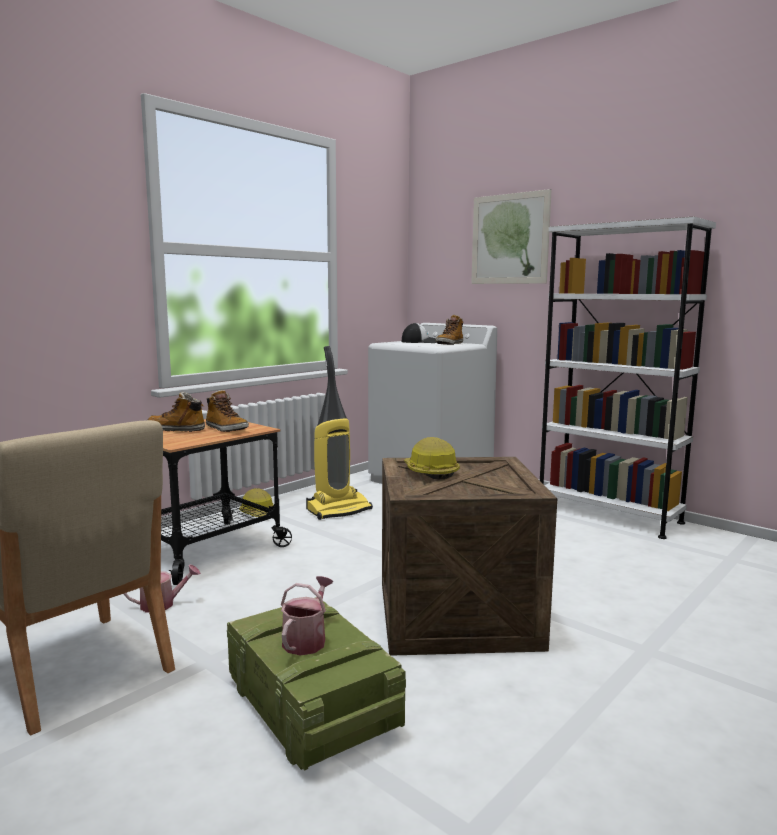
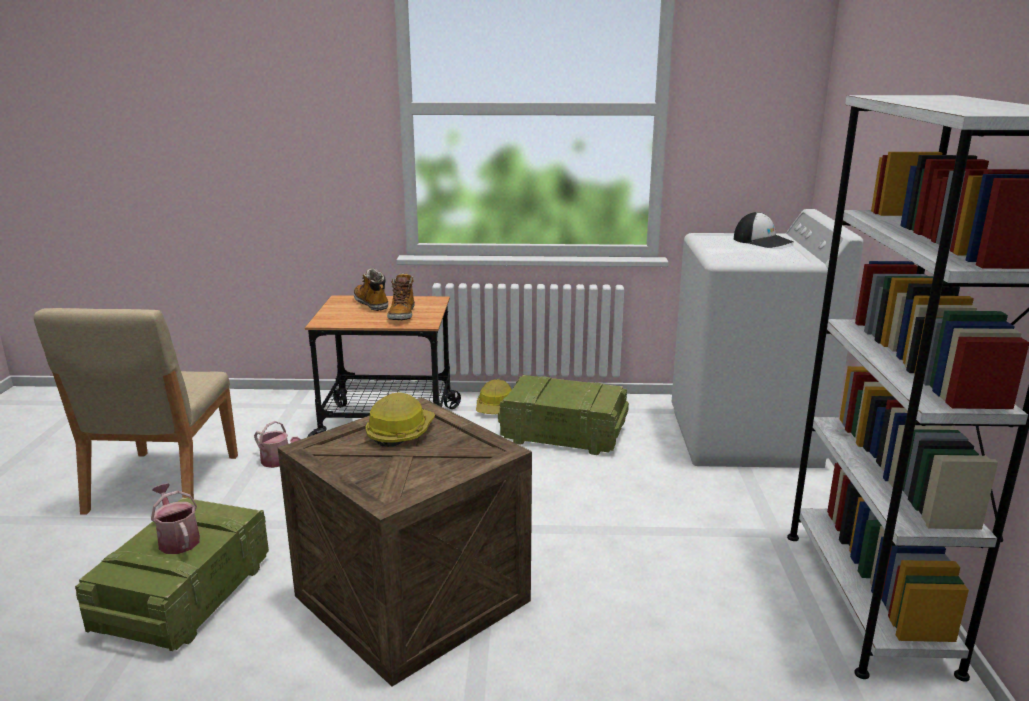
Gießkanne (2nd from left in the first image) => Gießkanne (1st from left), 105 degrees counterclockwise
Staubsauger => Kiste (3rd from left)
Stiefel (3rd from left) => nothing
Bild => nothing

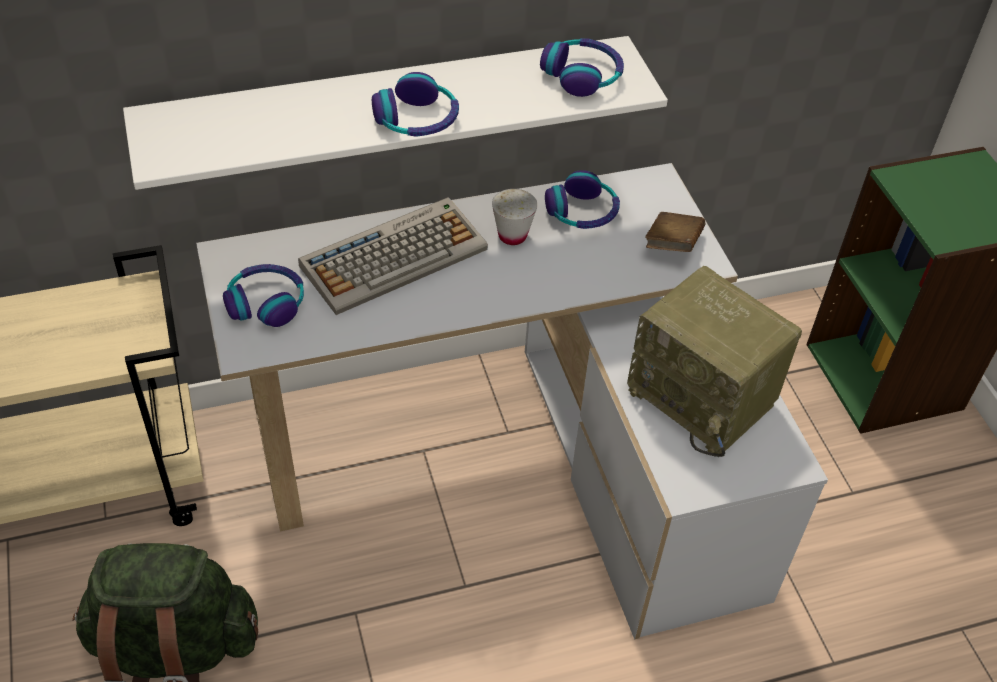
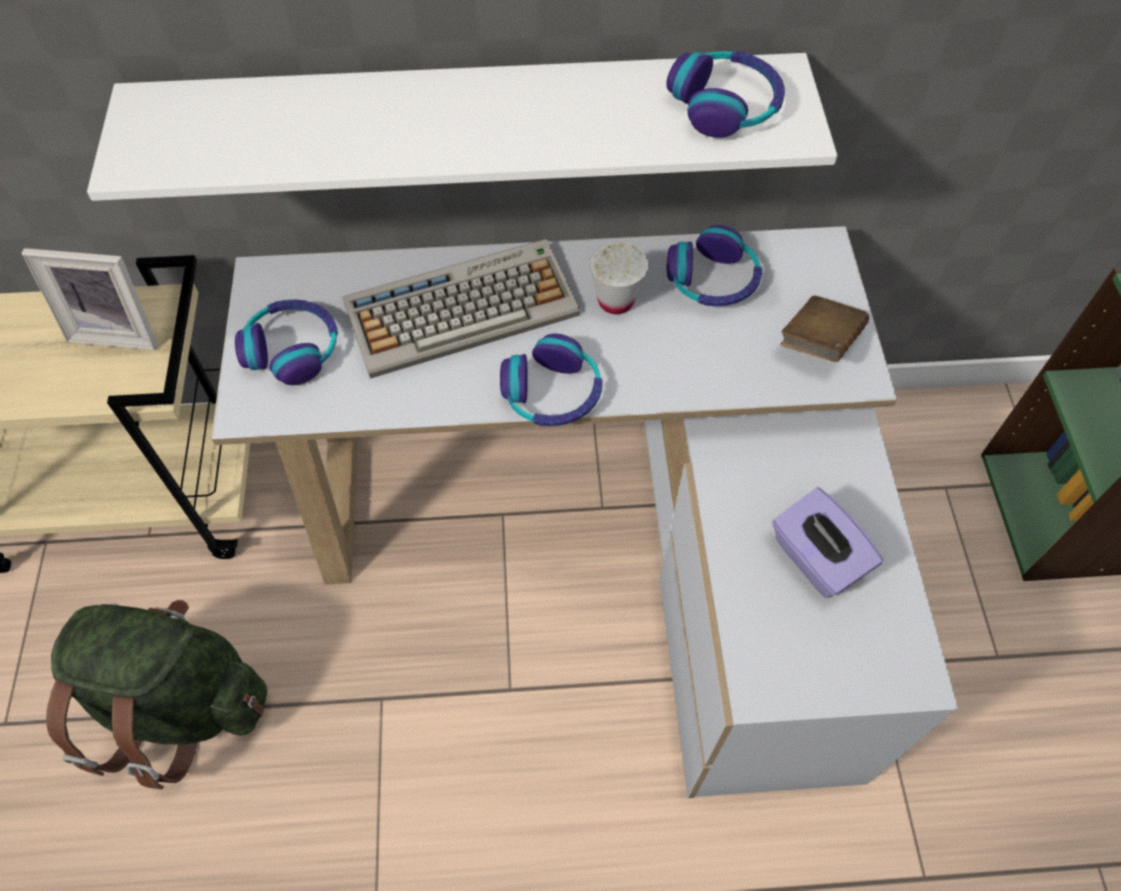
Kopfhörer (2nd from left), moved
Radio => Taschentuchbox [lila]
nothing => Bilderrahmen

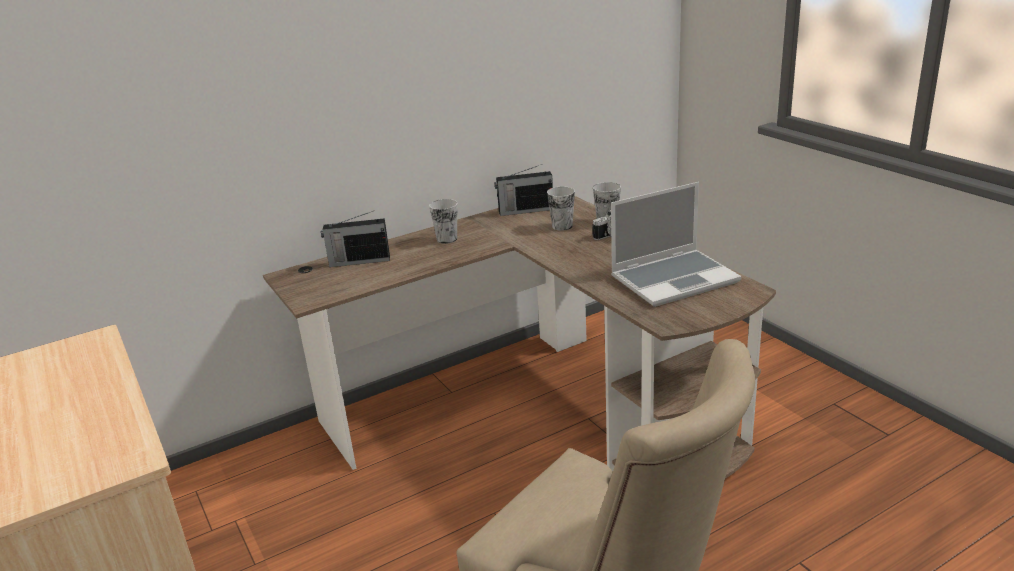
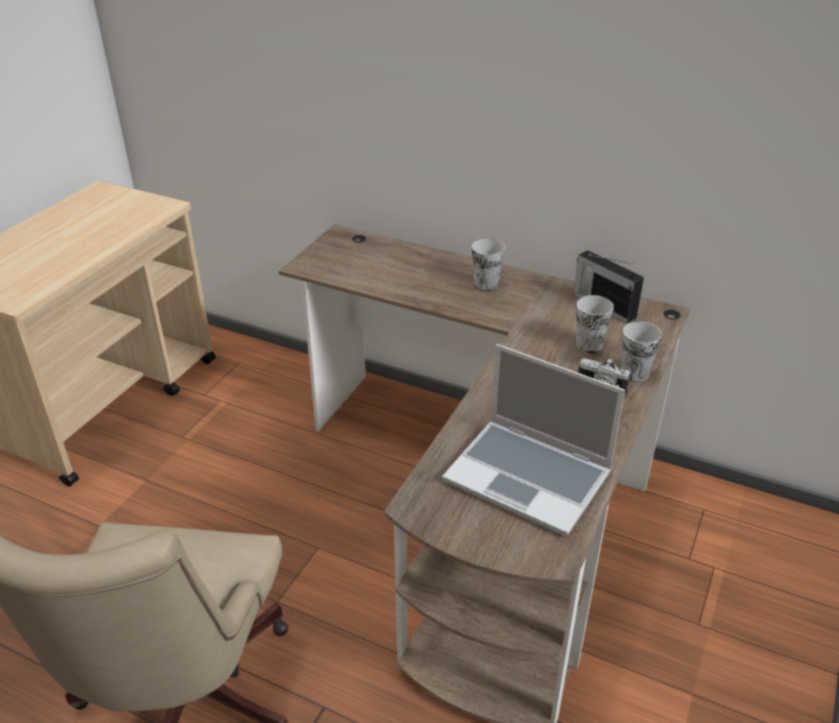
Radio (1st from left) => nothing

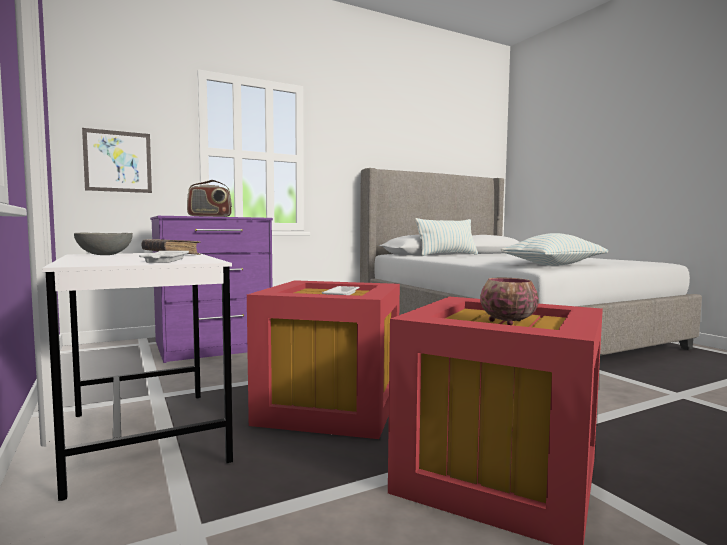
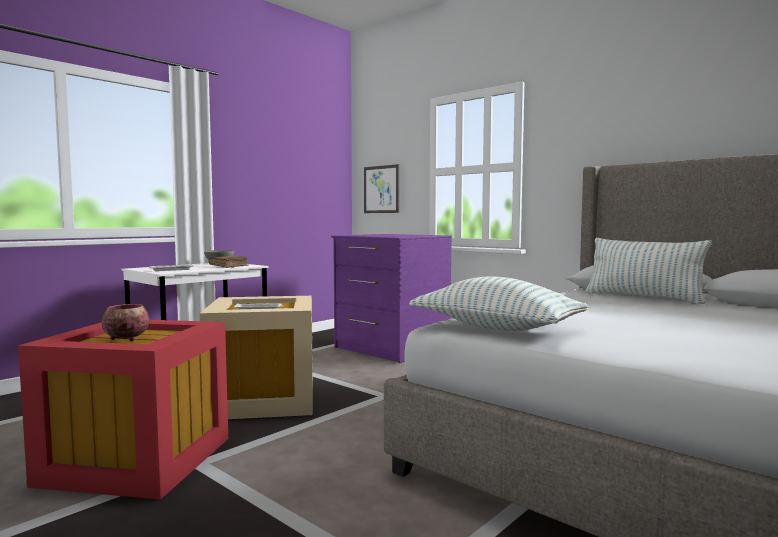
Radio => nothing
Aufbewahrungsbox [rot] (1st from left) => Aufbewahrungsbox [beige]

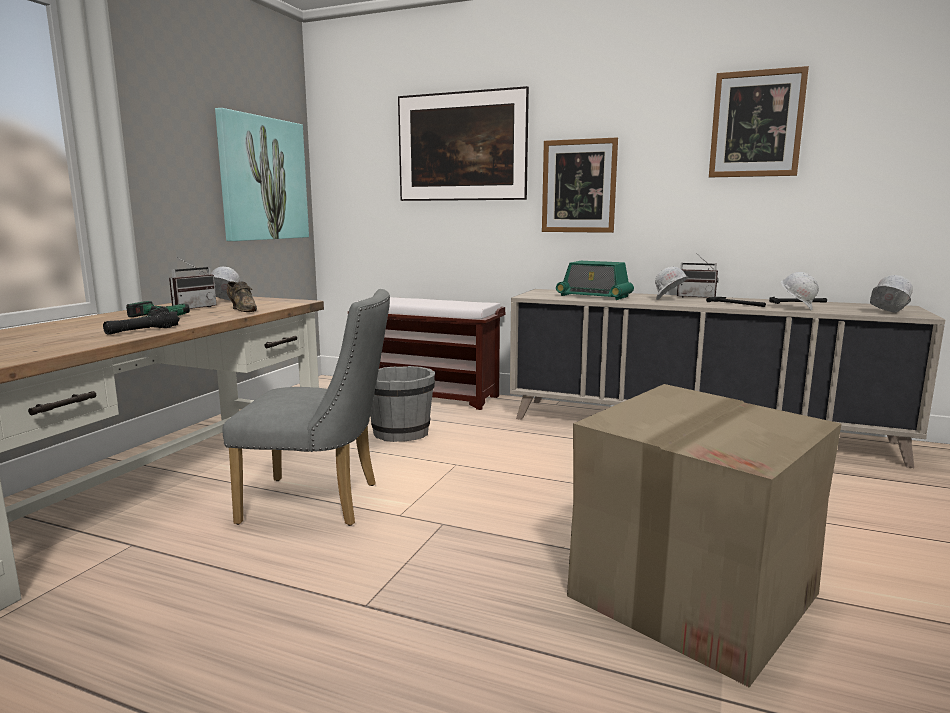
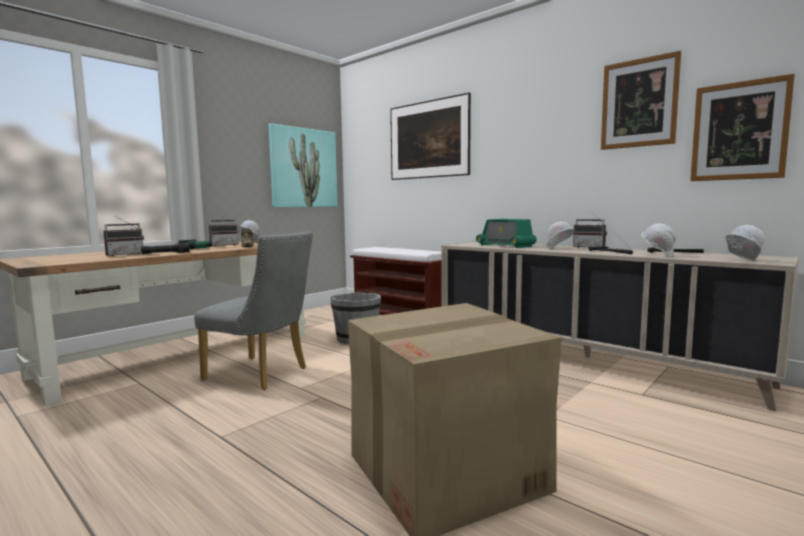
Bild (3rd from left in the first image) => Bild (4th from left), moved
nothing => Radio (1st from left)

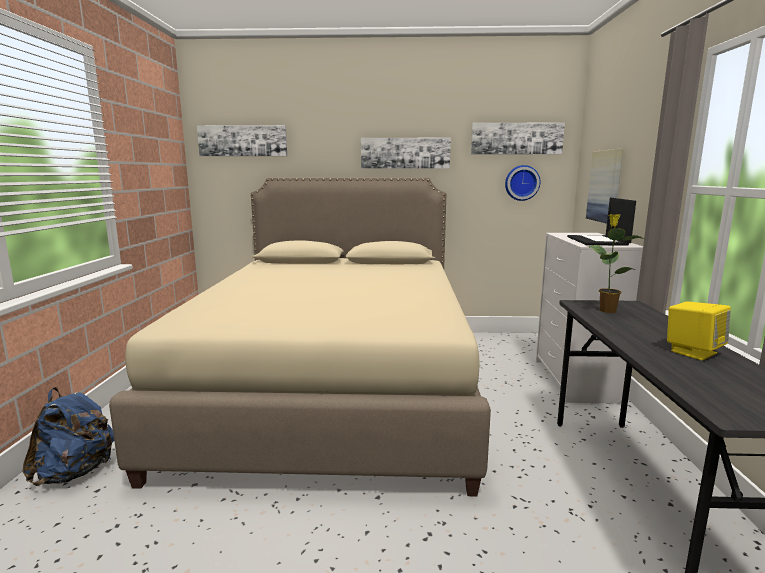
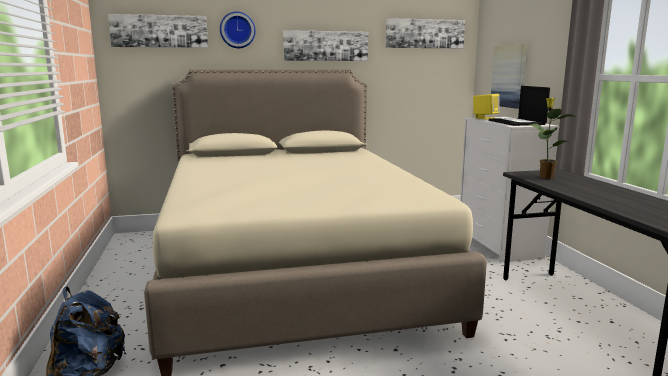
Wanduhr, moved
Lautsprecher [gelb], moved

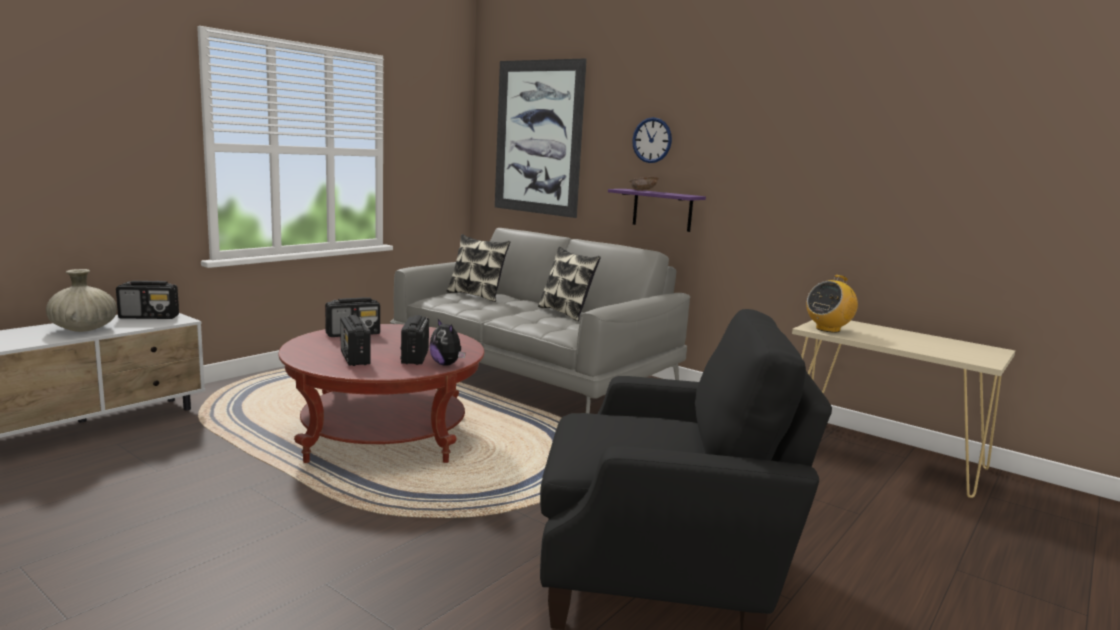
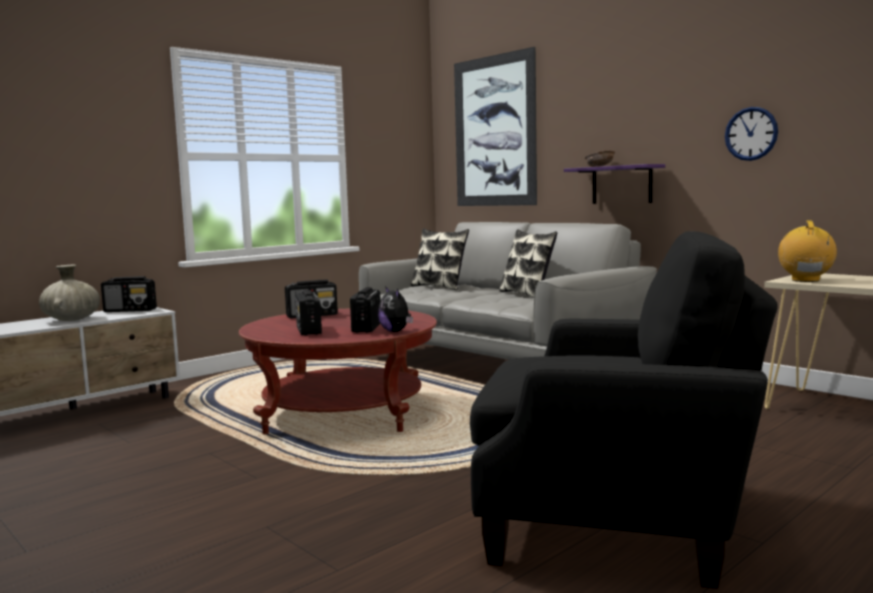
Wanduhr, moved
Radio (5th from left), 135 degrees clockwise

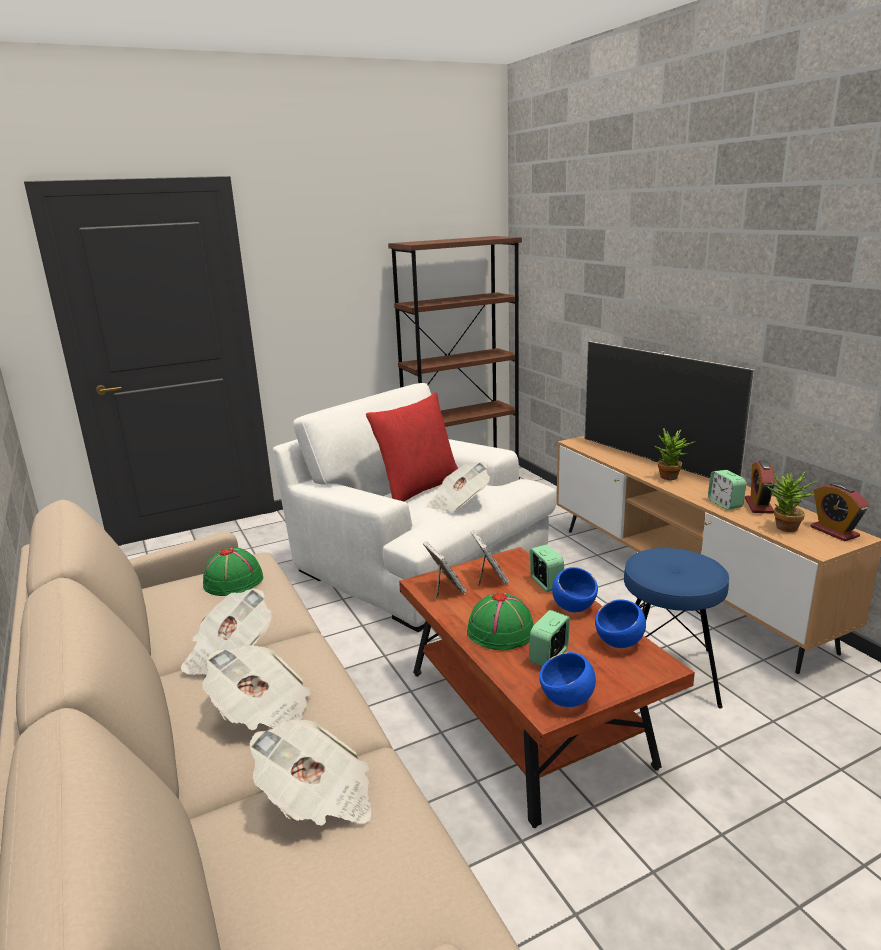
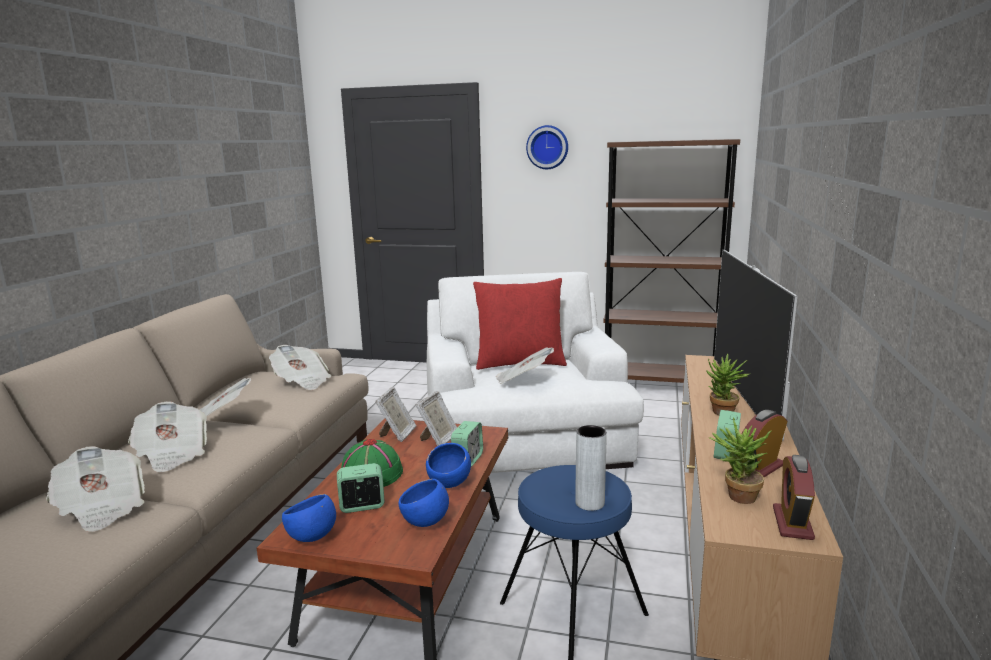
Hut [grün] (1st from left) => Zeitung (4th from left)
nothing => Wanduhr
nothing => Vase [grau]

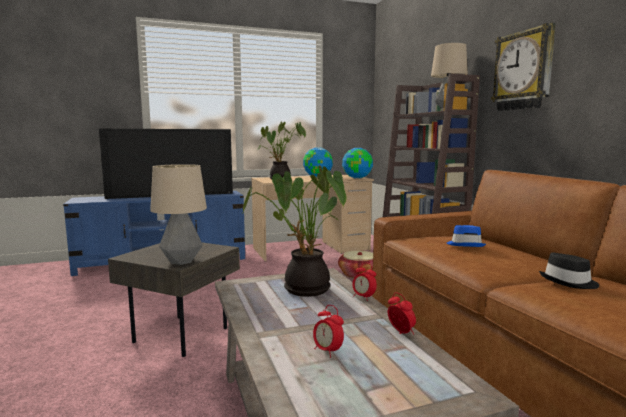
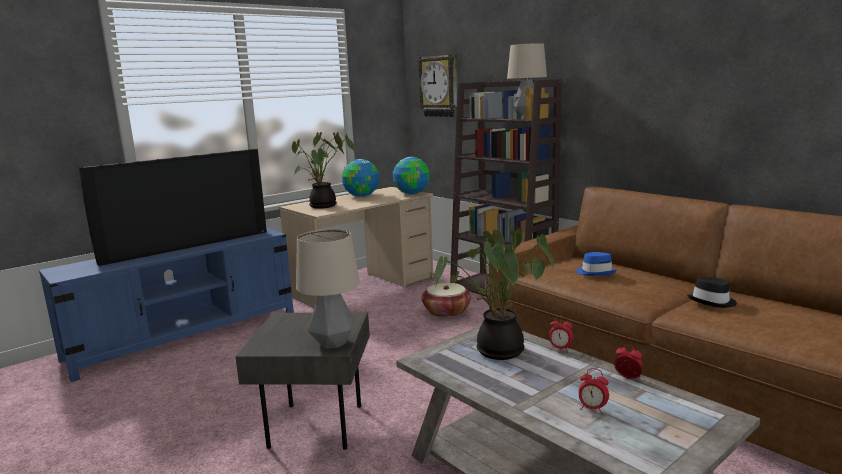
Wanduhr, moved

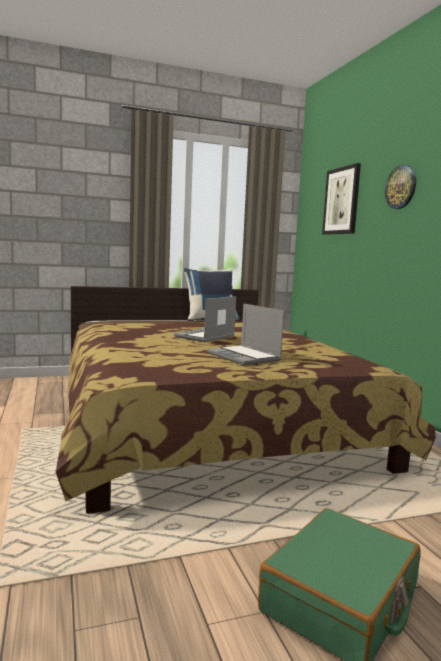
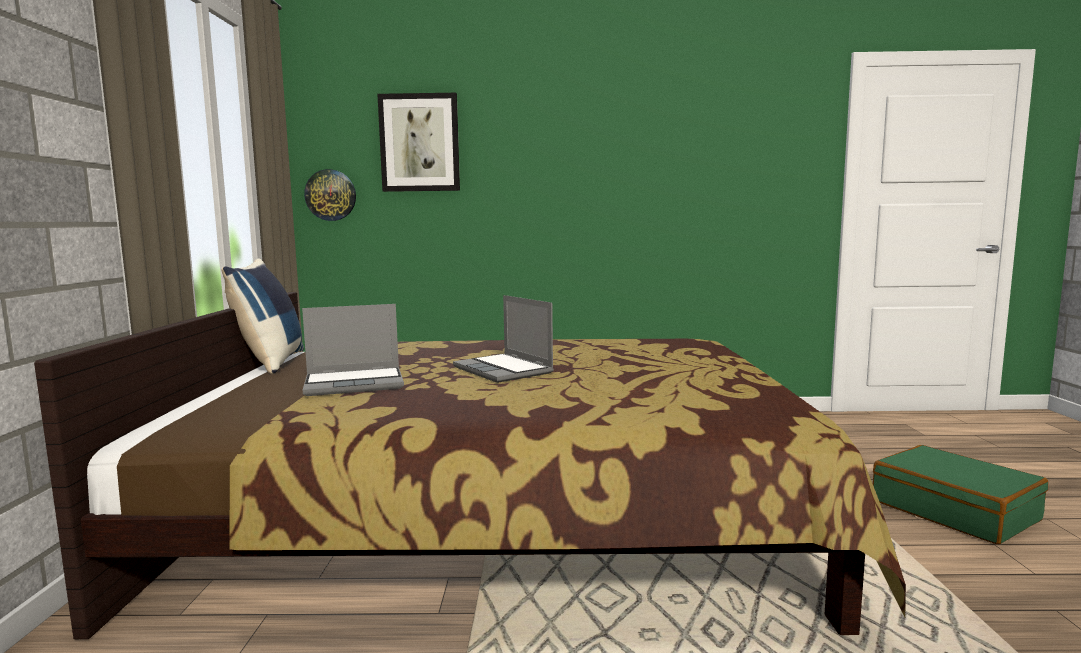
Laptop (2nd from left in the first image) => Laptop (1st from left), moved
Wanduhr, moved

